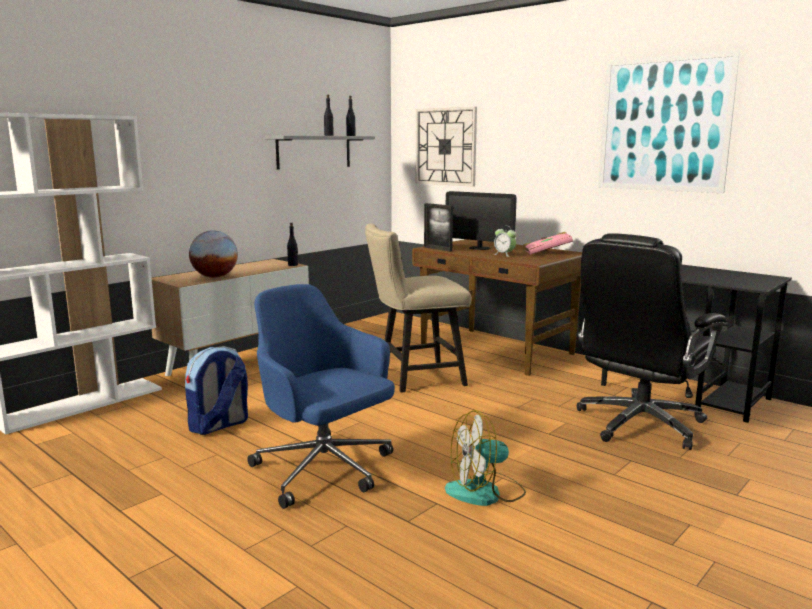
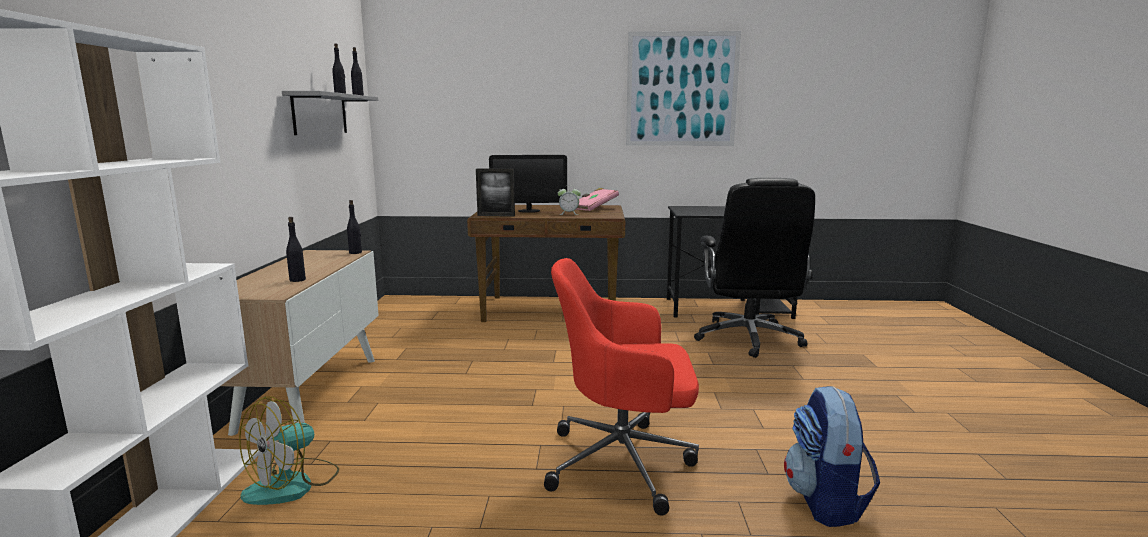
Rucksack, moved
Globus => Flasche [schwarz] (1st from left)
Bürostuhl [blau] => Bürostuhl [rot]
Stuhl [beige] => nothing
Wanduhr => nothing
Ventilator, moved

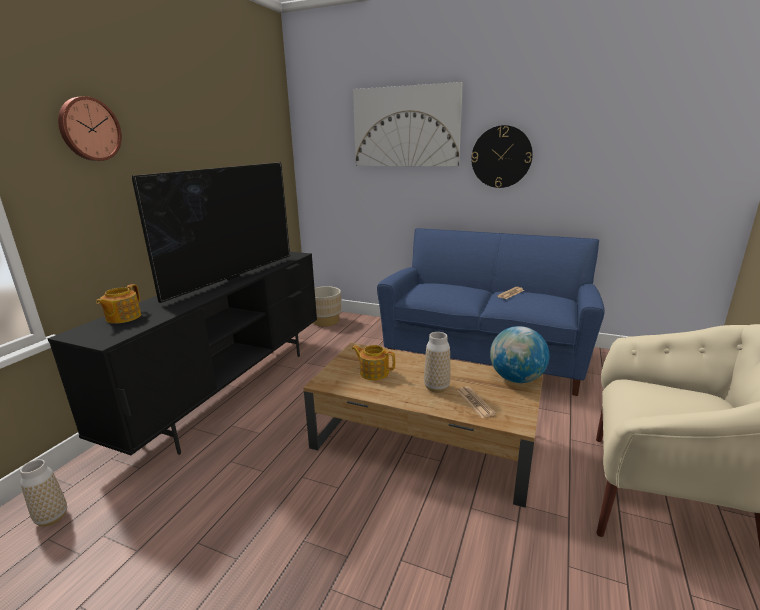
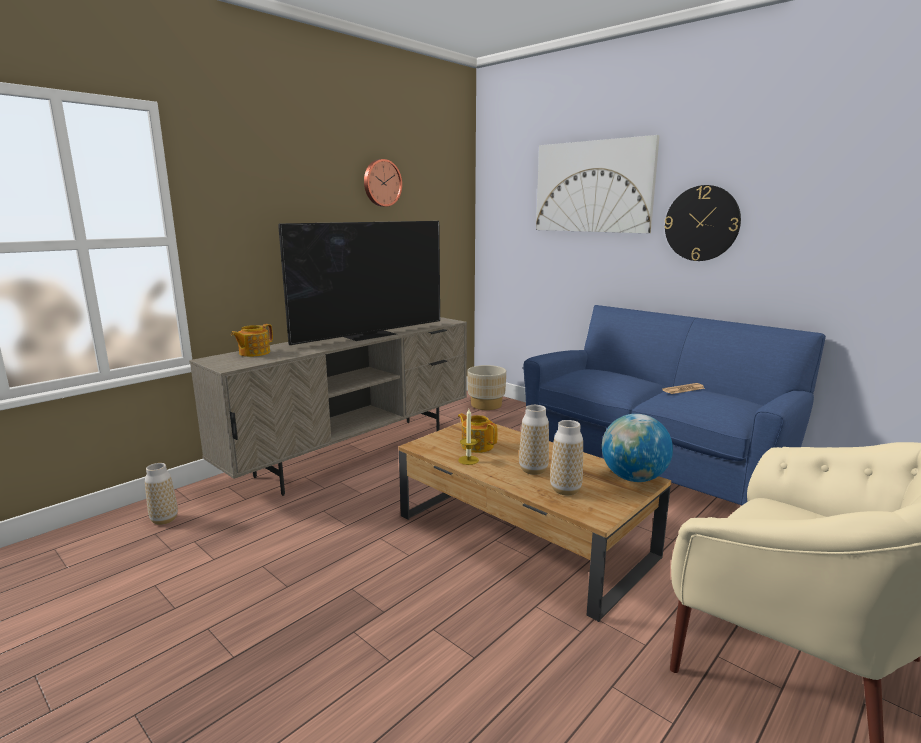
Fernsehschrank [schwarz] => Fernsehschrank [beige]
Wanduhr (1st from left), moved
Zeitung (1st from left) => Vase (3rd from left)
nothing => Kerze

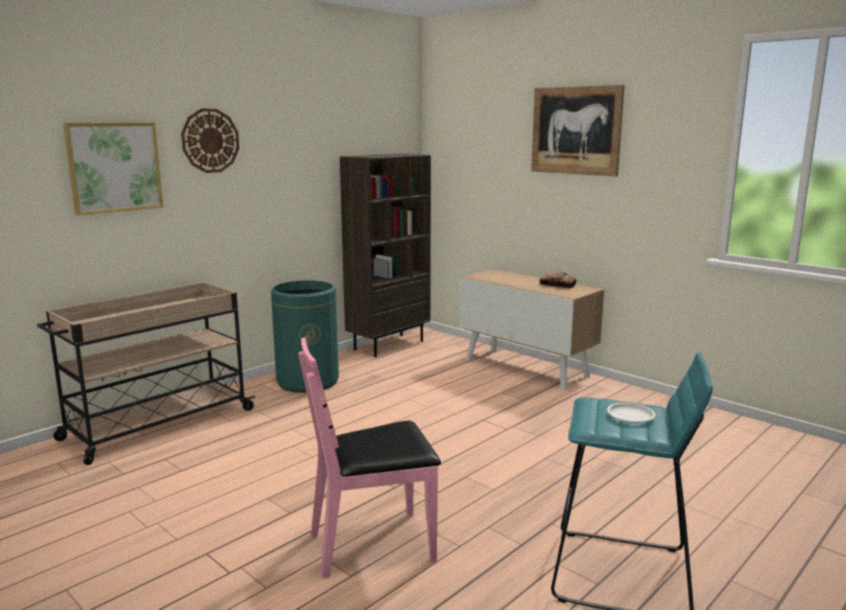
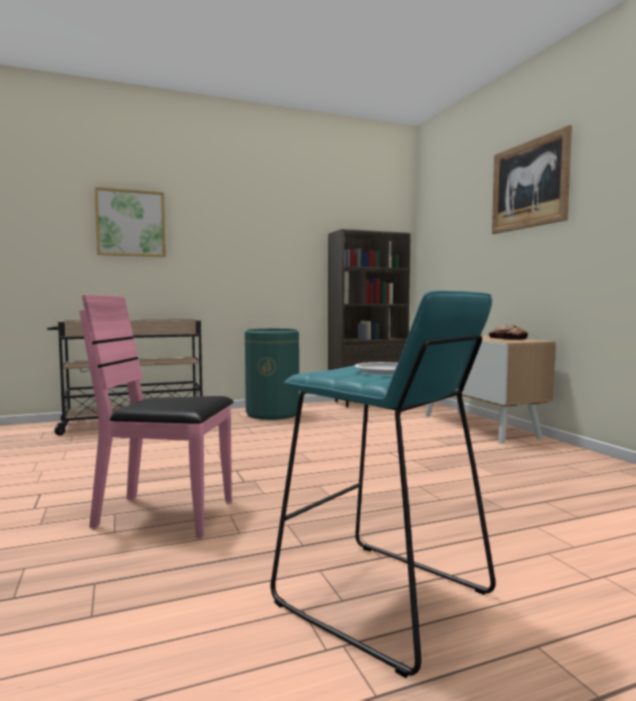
Wanduhr => nothing

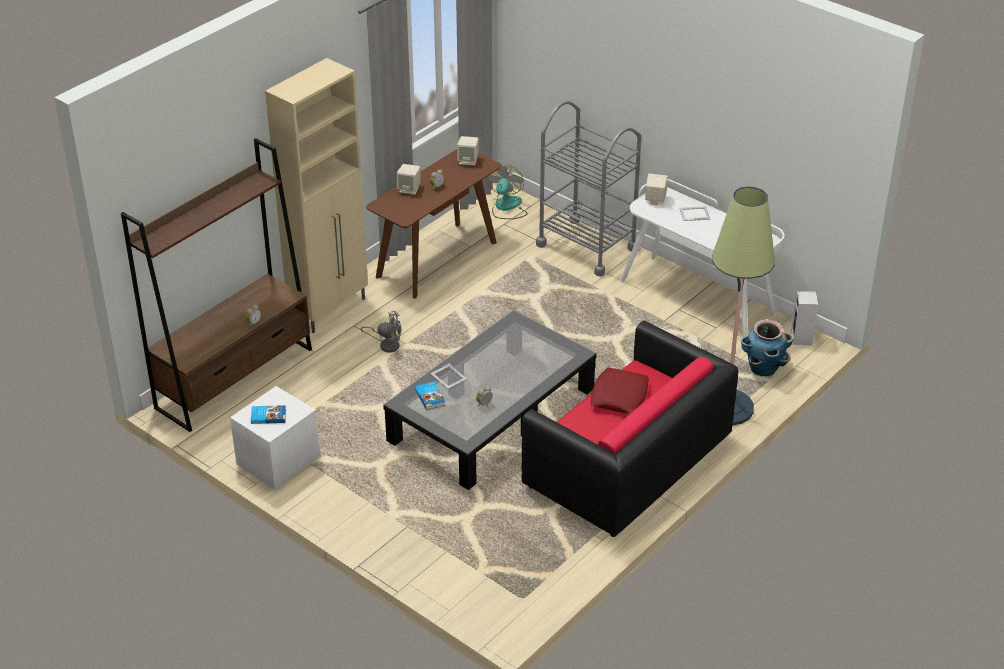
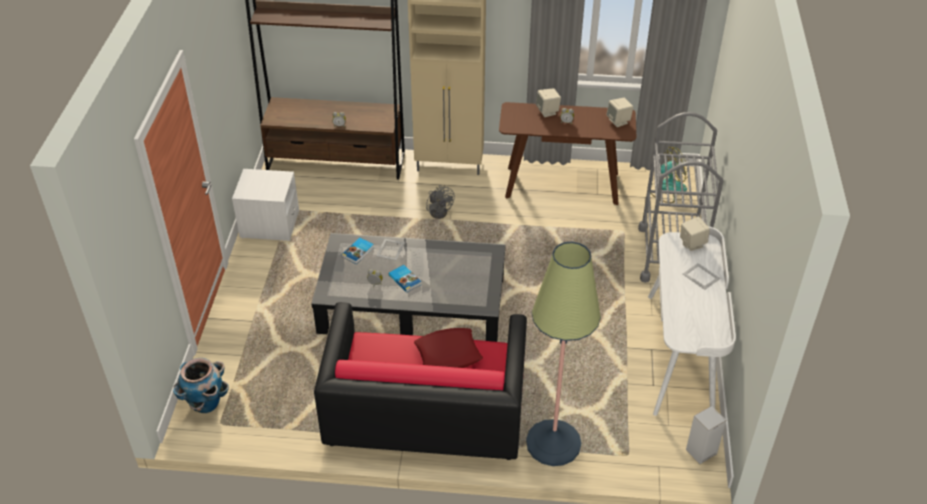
Buch (1st from left in the first image) => Buch (2nd from left), moved
Pflanzkübel, moved

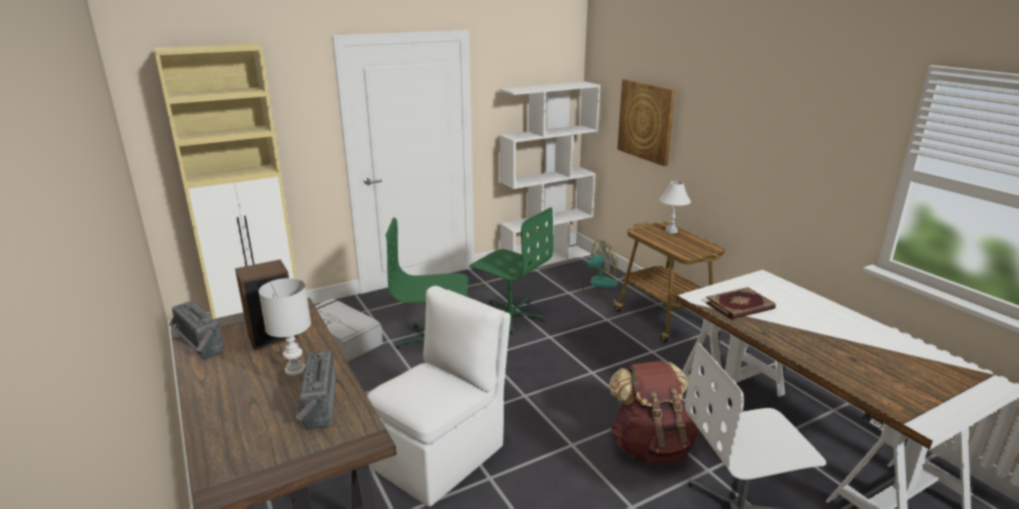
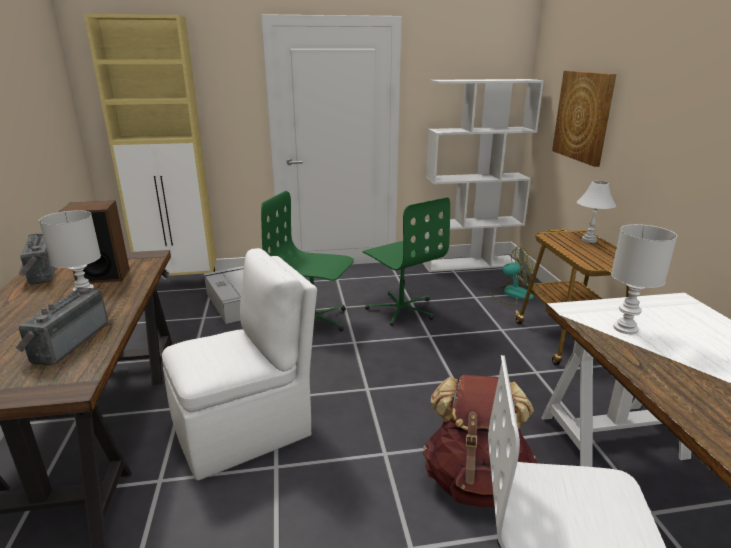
Buch => Tischlampe [weiß] (3rd from left)

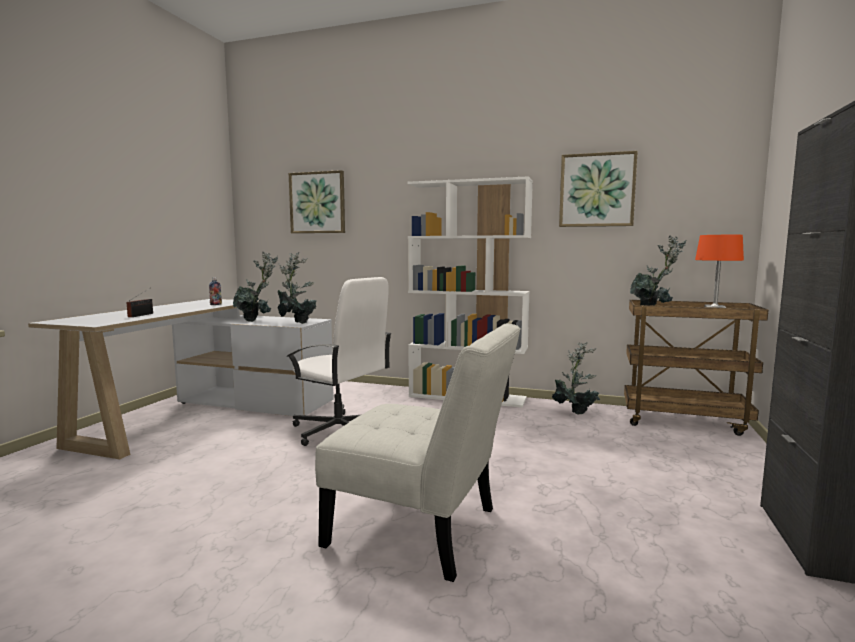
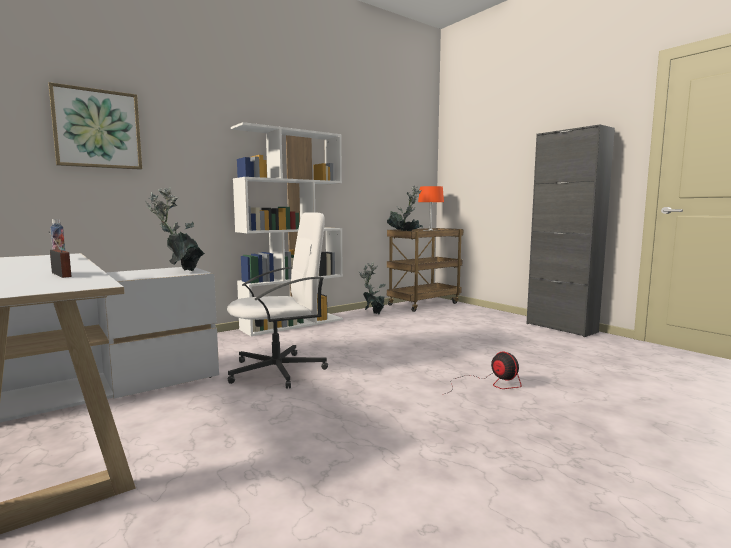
Topfpflanze (1st from left) => nothing
Stuhl [weiß] => Ventilator
Bild (2nd from left) => nothing

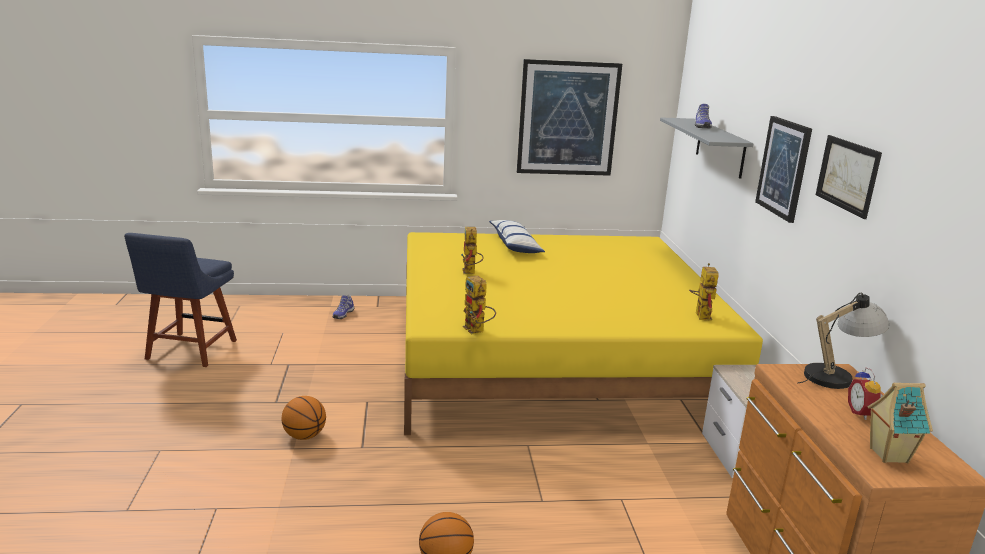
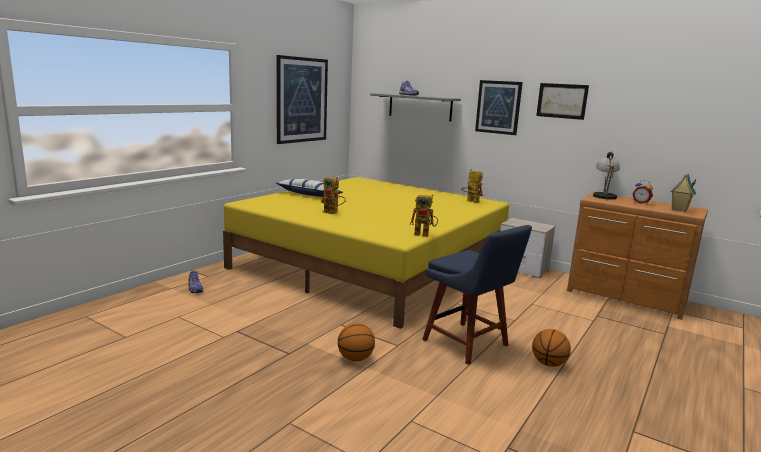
Stuhl [blau], moved

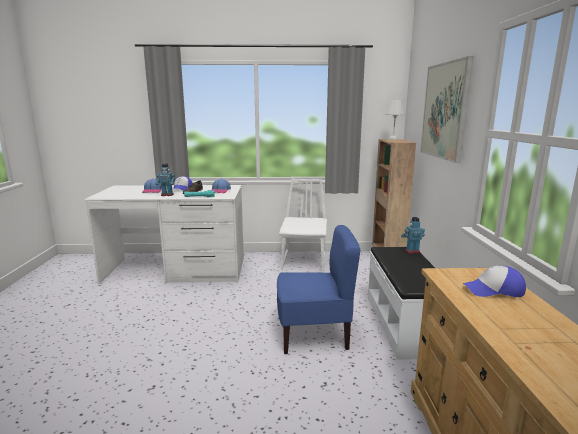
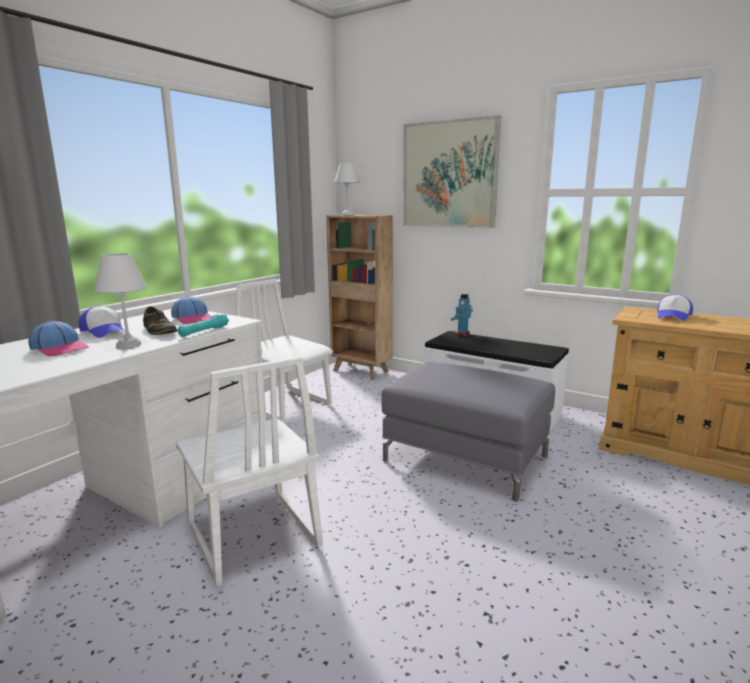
Spielzeugroboter (1st from left) => Tischlampe [weiß] (1st from left)
Stuhl [blau] => Polsterhocker [grau]
nothing => Stuhl [weiß] (1st from left)

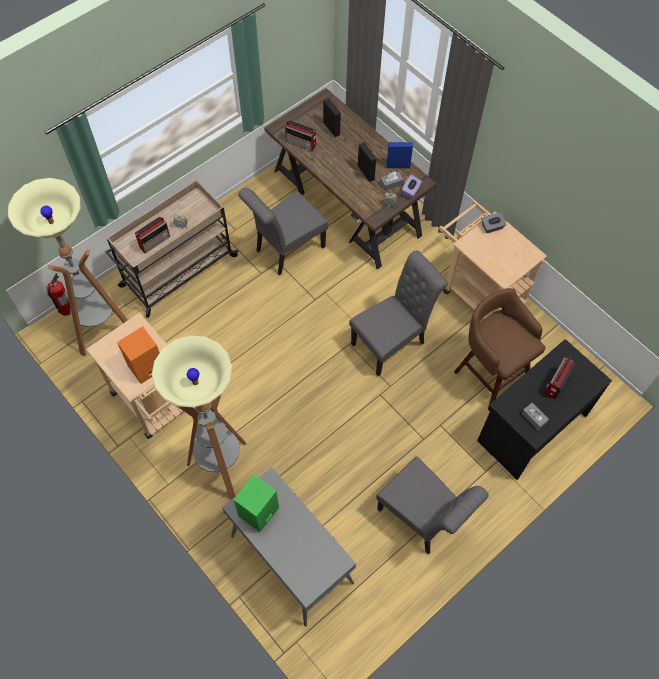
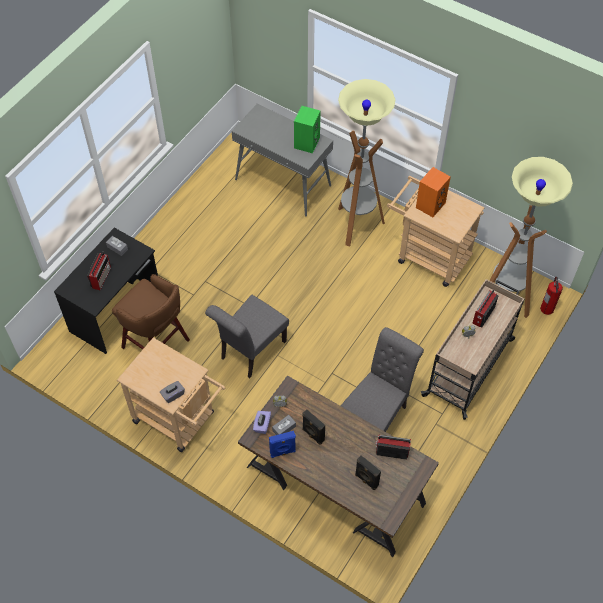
Stuhl [grau] (3rd from left) => nothing

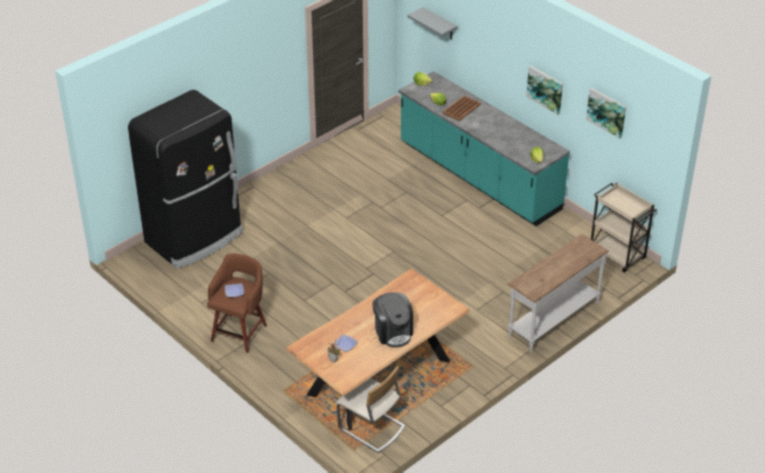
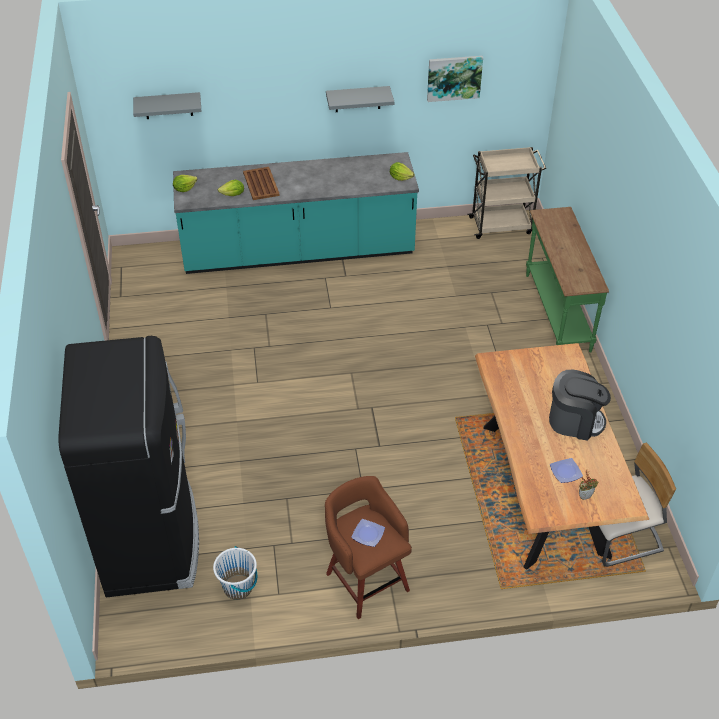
Konsolentisch [weiß] => Konsolentisch [grün]
Bild (1st from left) => Wandregal [grau] (2nd from left)
nothing => Eimer [weiß]

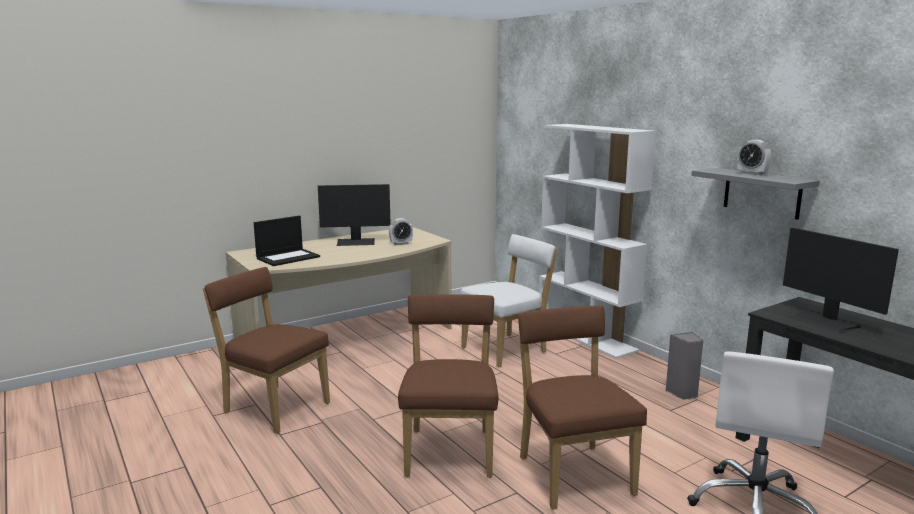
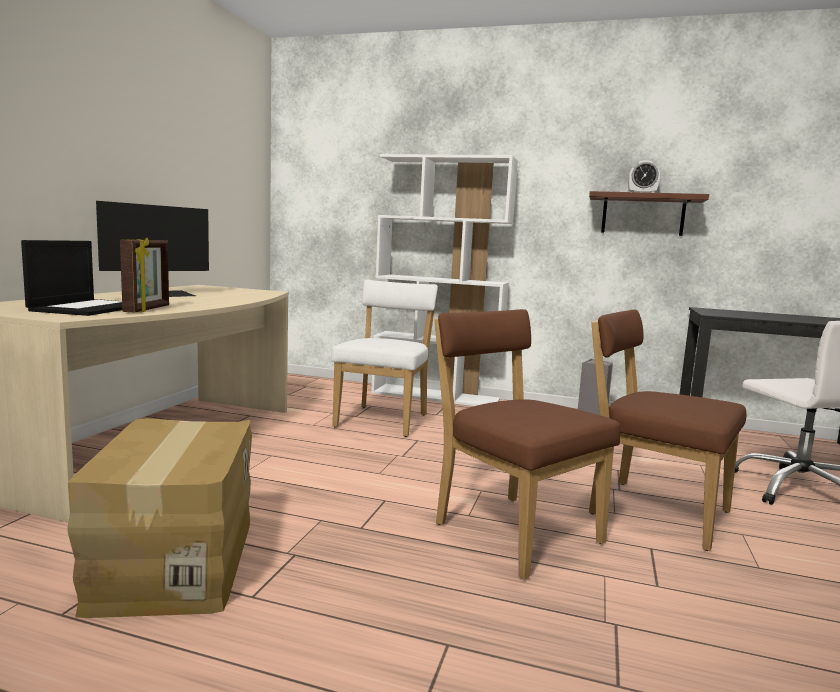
Stuhl [braun] (1st from left) => Karton
Wecker (1st from left) => nothing
Wandregal [grau] => Wandregal [braun]
Monitor (2nd from left) => nothing
nothing => Bilderrahmen

